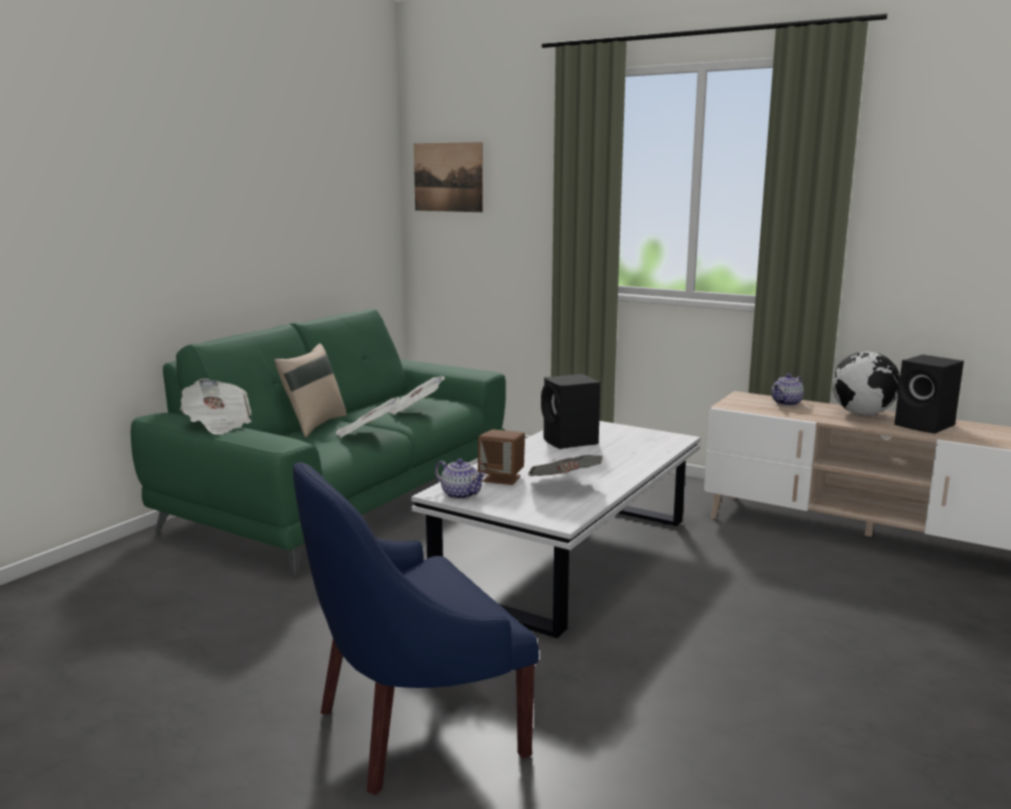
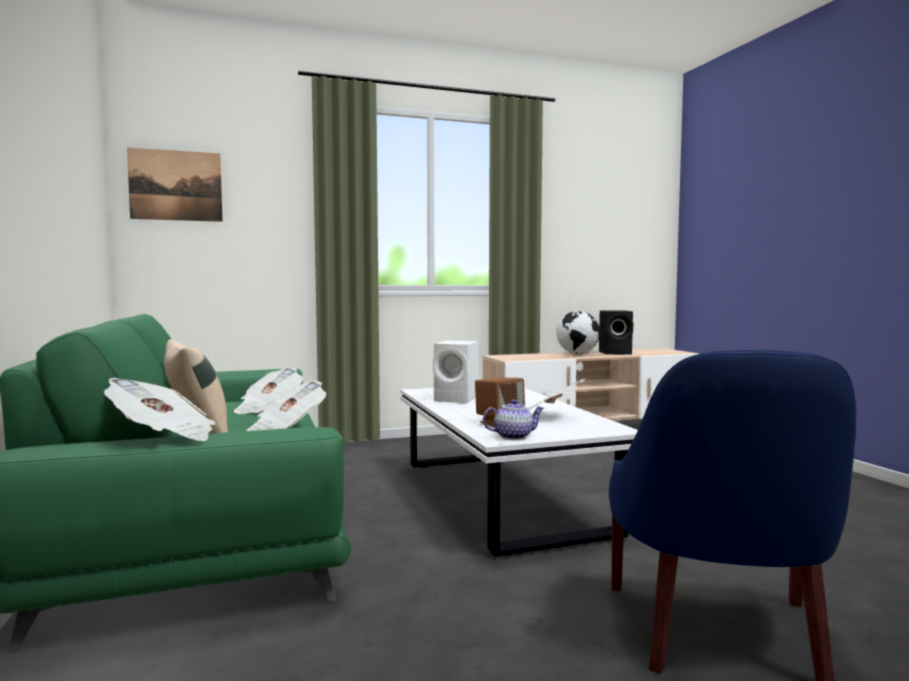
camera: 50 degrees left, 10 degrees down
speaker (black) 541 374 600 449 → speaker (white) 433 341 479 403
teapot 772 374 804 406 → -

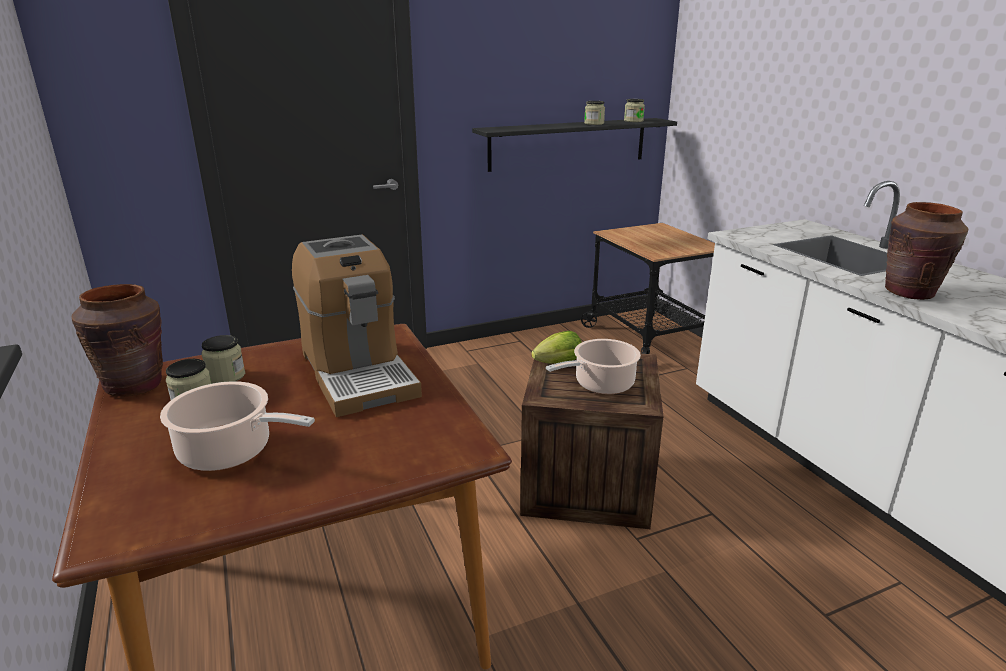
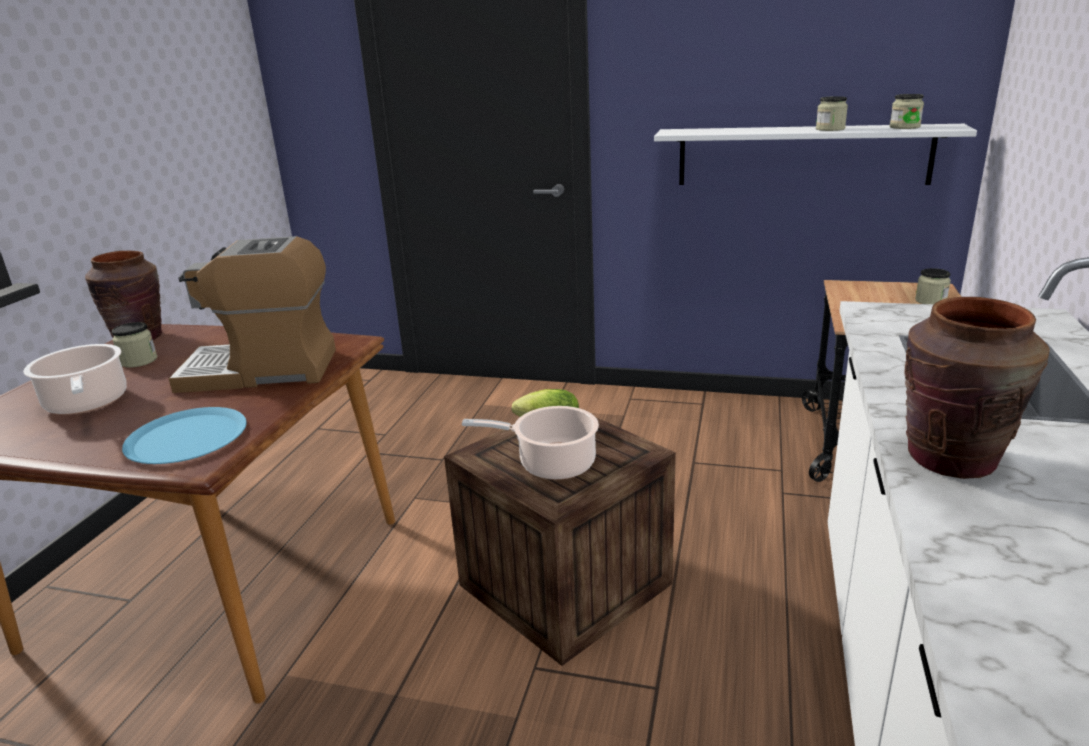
camera: 40 degrees right, 0 degrees up
shelf (black) 472 118 677 172 → shelf (white) 654 124 977 185
coffee machine 292 235 422 417 → coffee machine 169 236 336 393, 75 degrees clockwise
jar 202 335 245 383 → jar 915 268 951 304, relocated
- → plate (blue) 122 407 247 464

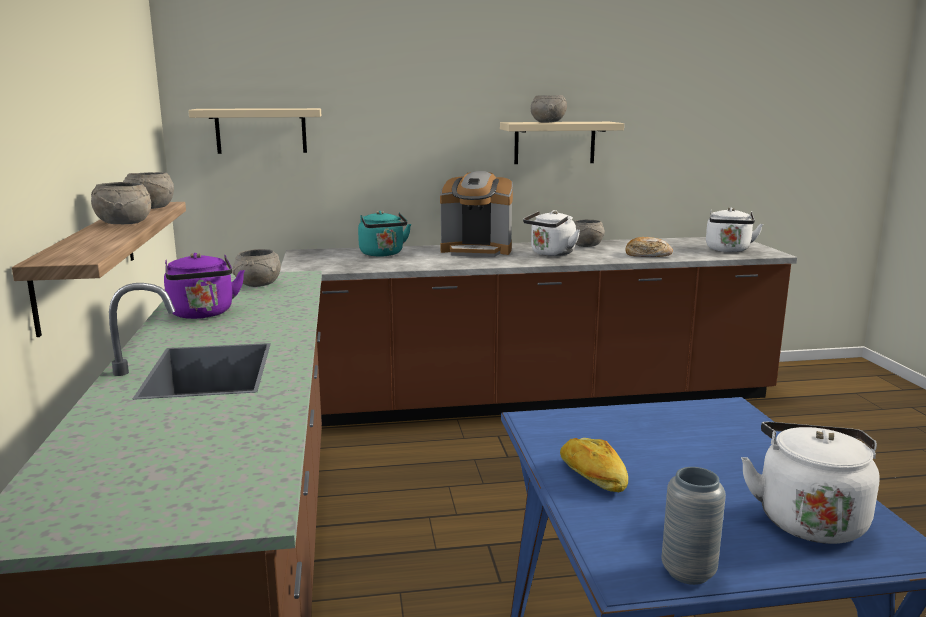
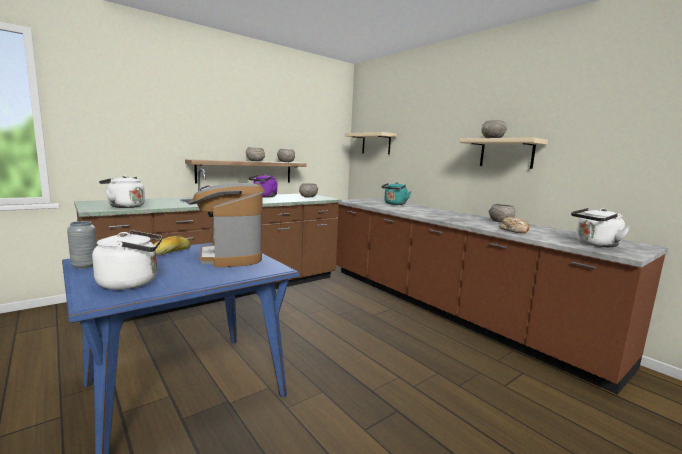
camera: 60 degrees right, 5 degrees down
coffee machine 440 171 513 257 → coffee machine 188 183 265 267, relocated
kettle (white) 523 210 580 256 → kettle (white) 99 175 145 208, relocated

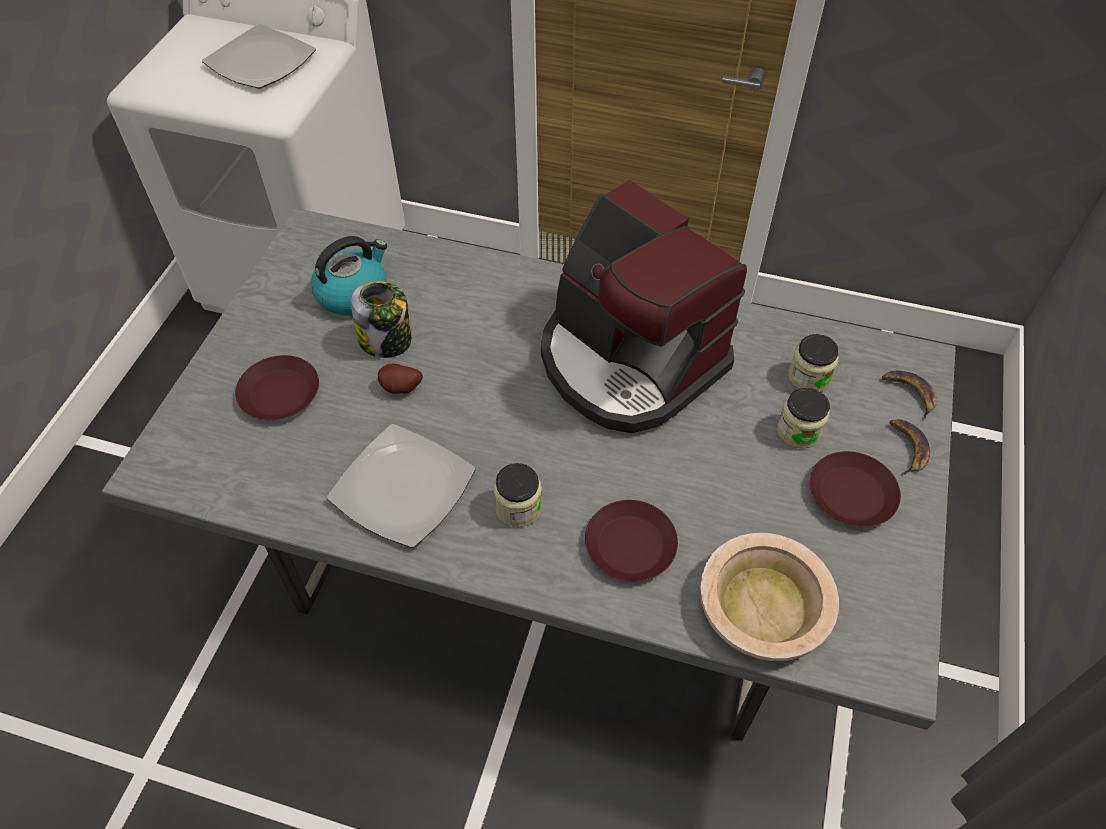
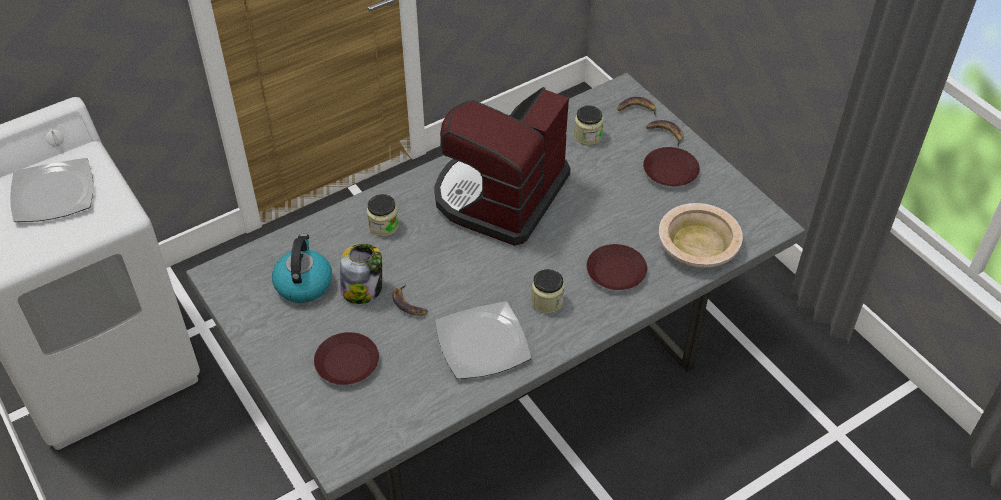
camera: 50 degrees left, 5 degrees down
coffee machine 541 180 747 433 → coffee machine 434 87 570 246, 120 degrees clockwise
potato 378 364 423 394 → banana 392 284 428 316
jar 777 388 830 449 → jar 367 194 399 237, relocated

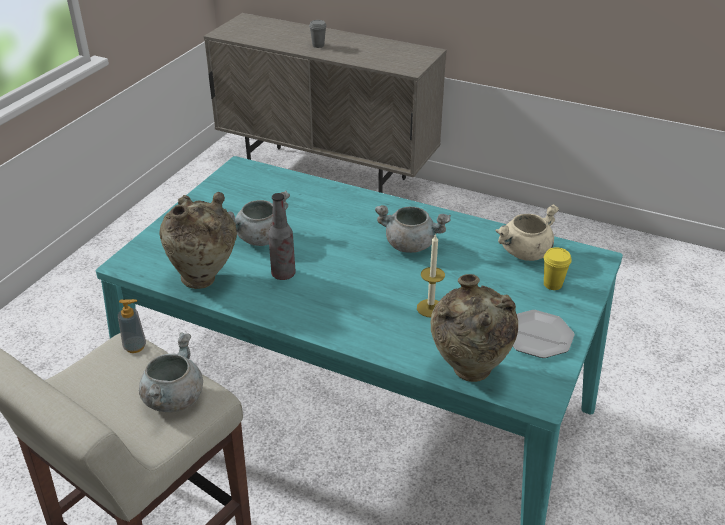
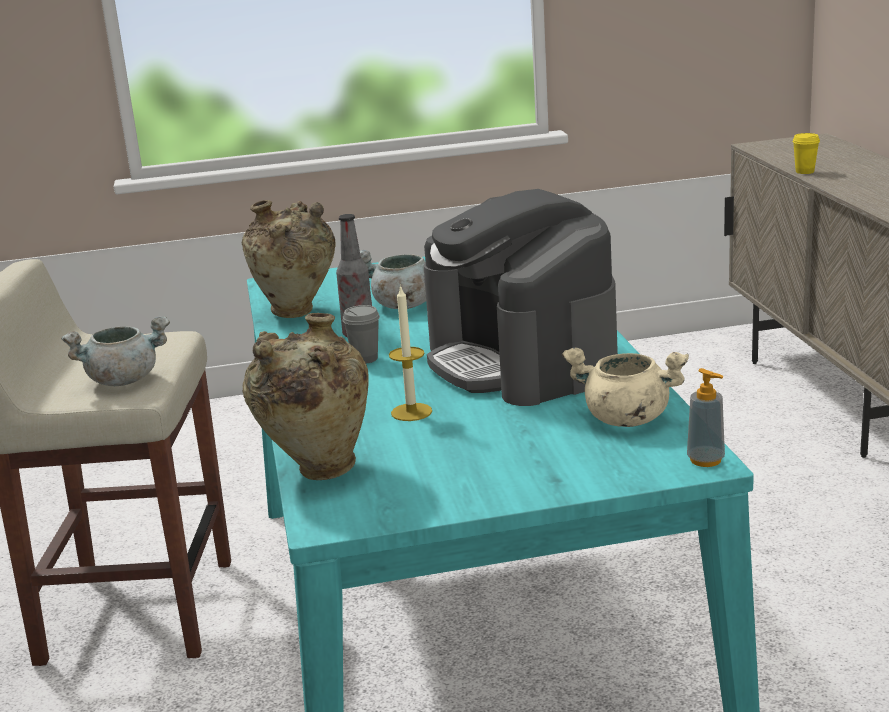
camera: 55 degrees right, 15 degrees down
cup (grey) 309 20 326 48 → cup (grey) 342 305 380 364, relocated
cooking pot (grey) 375 205 451 253 → coffee machine 424 189 618 406
cup (yellow) 544 247 572 290 → cup (yellow) 792 133 820 174, relocated
soap dispenser 118 299 146 353 → soap dispenser 687 368 725 467, relocated
plate 513 310 575 358 → -

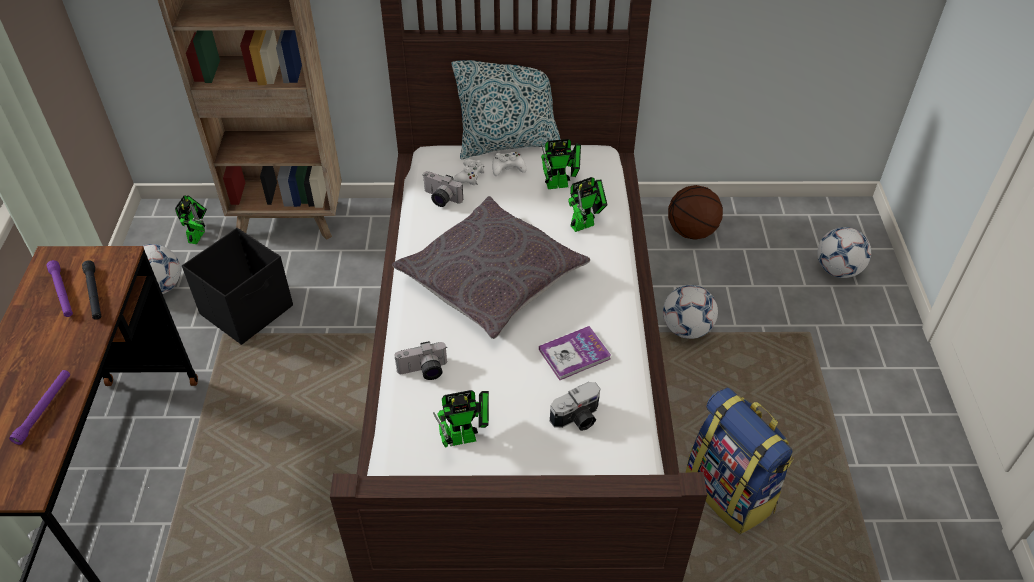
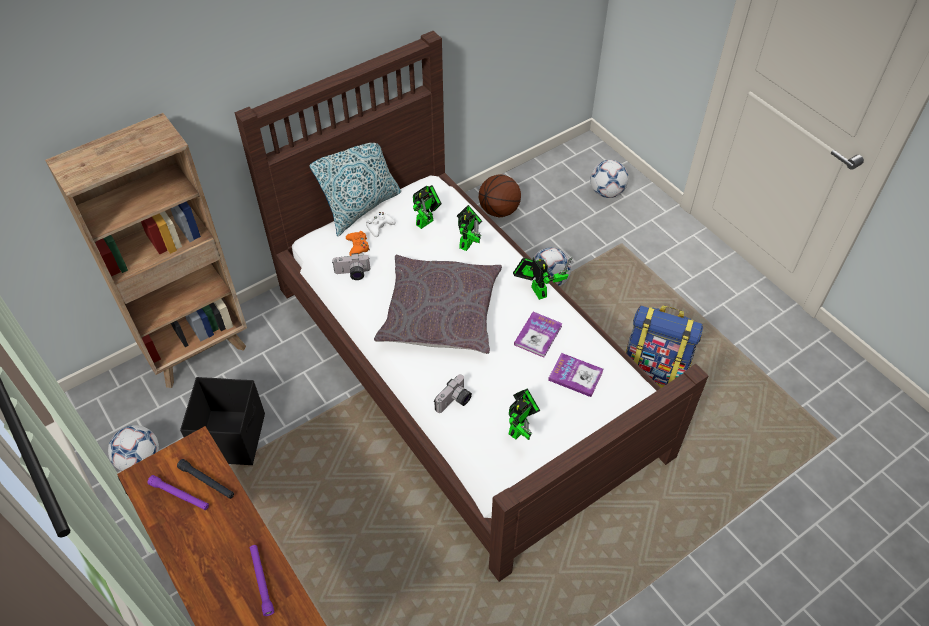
camera: 35 degrees left, 5 degrees up
game controller (white) 453 159 485 185 → game controller (orange) 346 231 370 256
toy robot 175 195 207 244 → toy robot 513 257 573 300, relocated
photo camera 550 382 600 431 → book 548 353 603 397

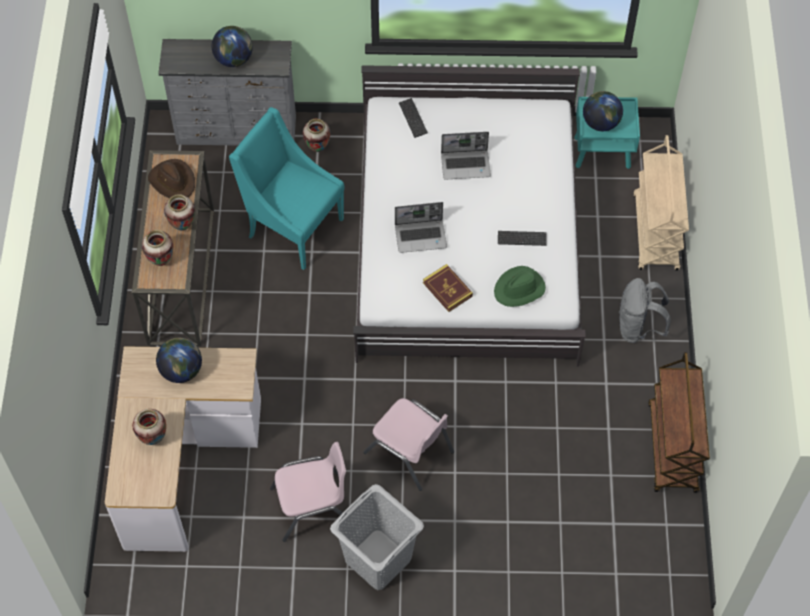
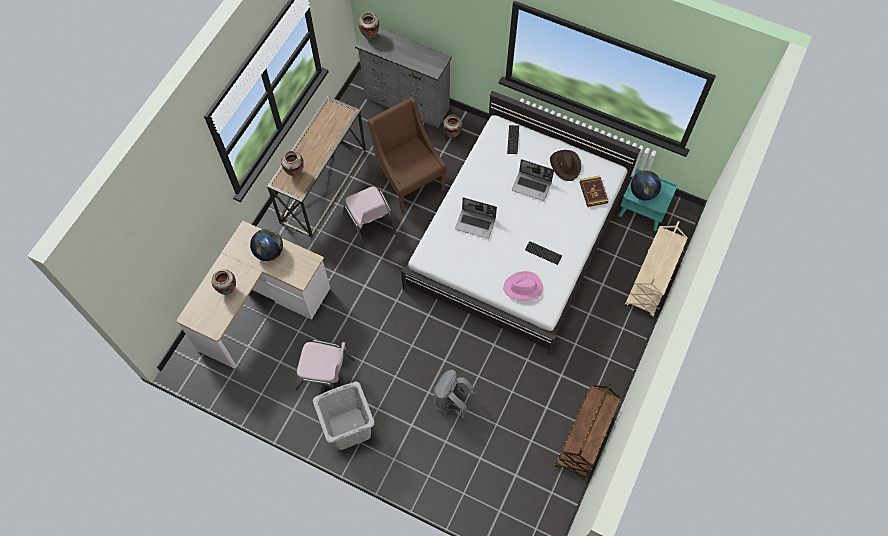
camera: 25 degrees right, 5 degrees up
globe 212 26 253 67 → -
armchair (turquoise) 229 107 344 270 → armchair (brown) 368 97 447 213
hat (brown) 148 159 195 198 → hat (brown) 550 150 581 181, relocated
vase 164 194 195 231 → vase 358 12 379 39, relocated
book 423 264 473 312 → book 579 176 608 207, relocated
hat (green) 494 266 546 307 → hat (pink) 503 271 543 301
backpack (grey) 619 278 671 343 → backpack (grey) 433 370 476 418, relocated
chair (pink) 363 398 454 491 → chair (pink) 343 187 397 249, relocated

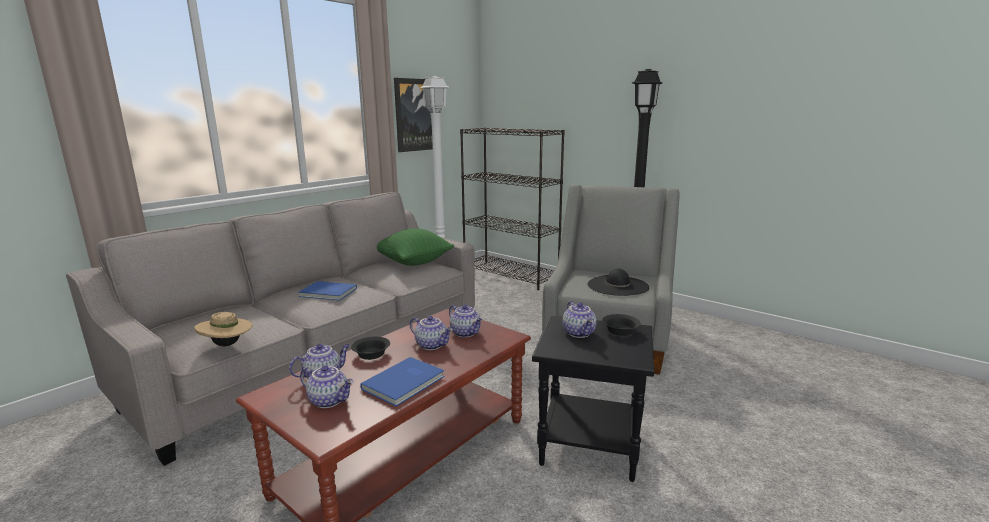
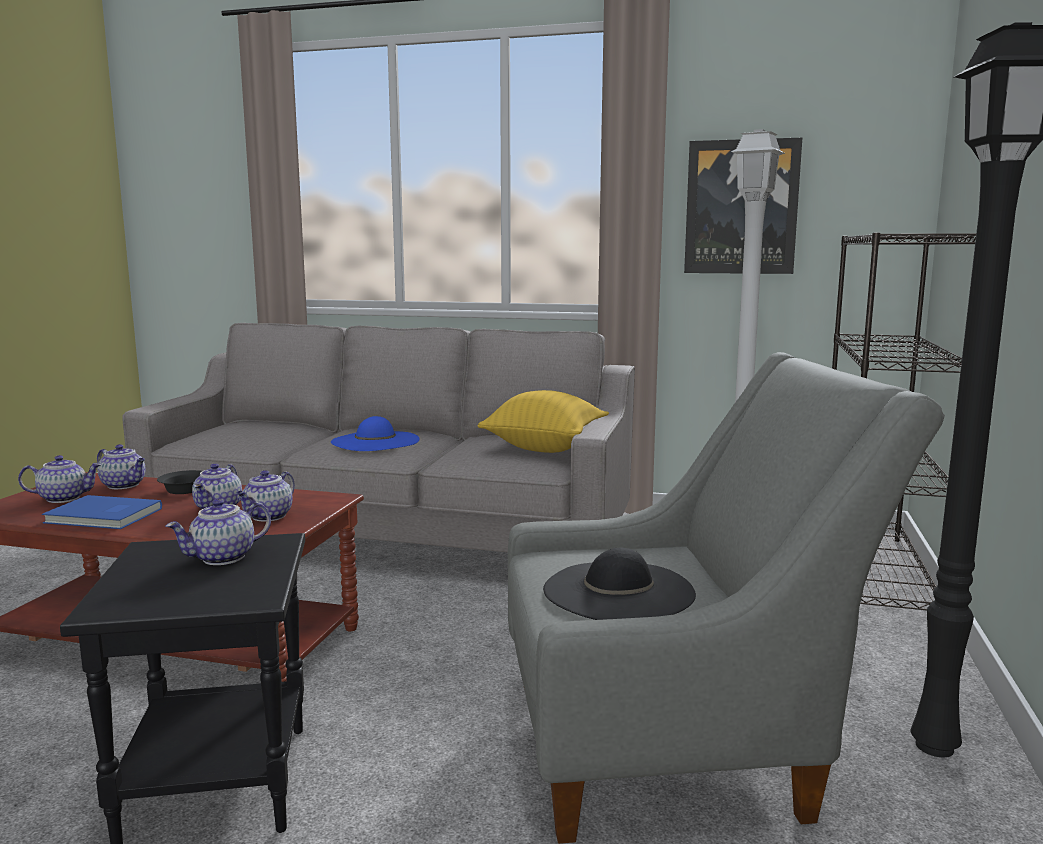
camera: 65 degrees right, 5 degrees down
pillow (green) 377 229 454 266 → pillow (yellow) 478 390 609 453
book (blue) 298 281 357 300 → hat (blue) 331 416 420 451
hat (beige) 194 312 253 346 → -
bowl (black) 602 314 641 336 → -
teapot 300 365 354 408 → teapot 18 455 102 503, 105 degrees counterclockwise

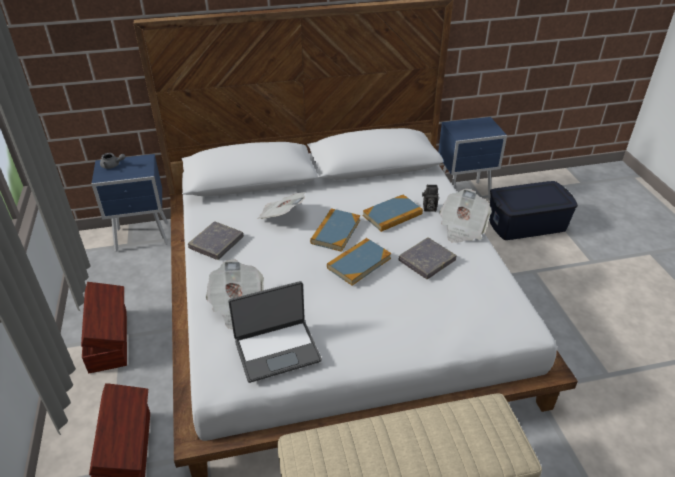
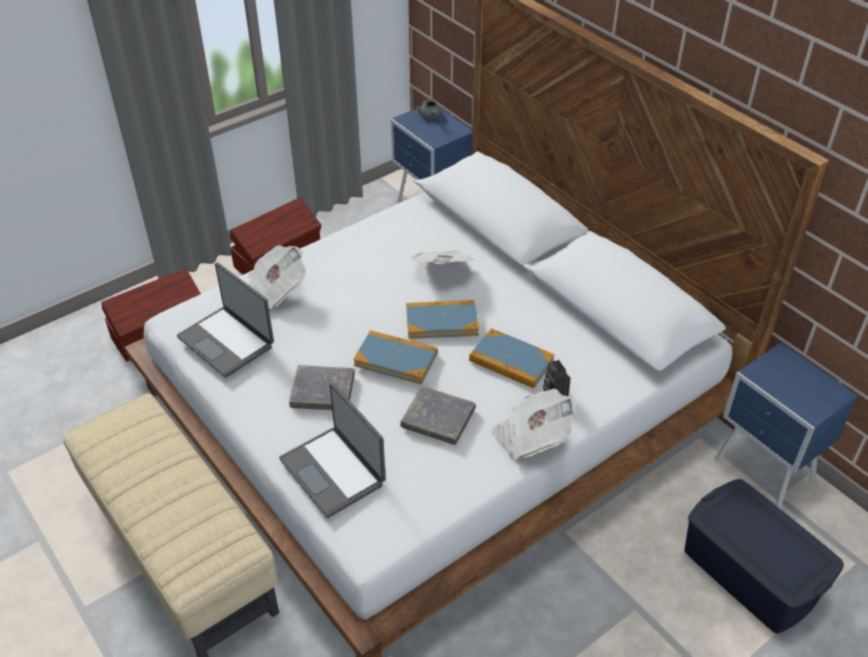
camera: 65 degrees right, 5 degrees up
book (grey) 188 221 244 260 → book (grey) 289 365 355 410, relocated
- → laptop 279 383 386 518

